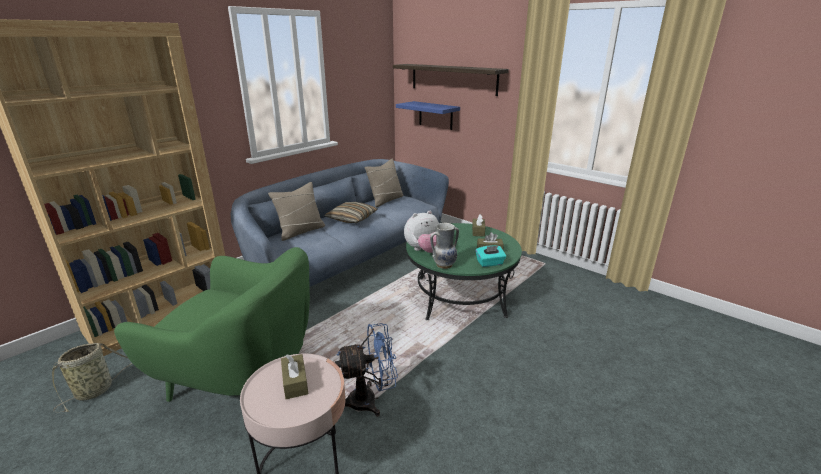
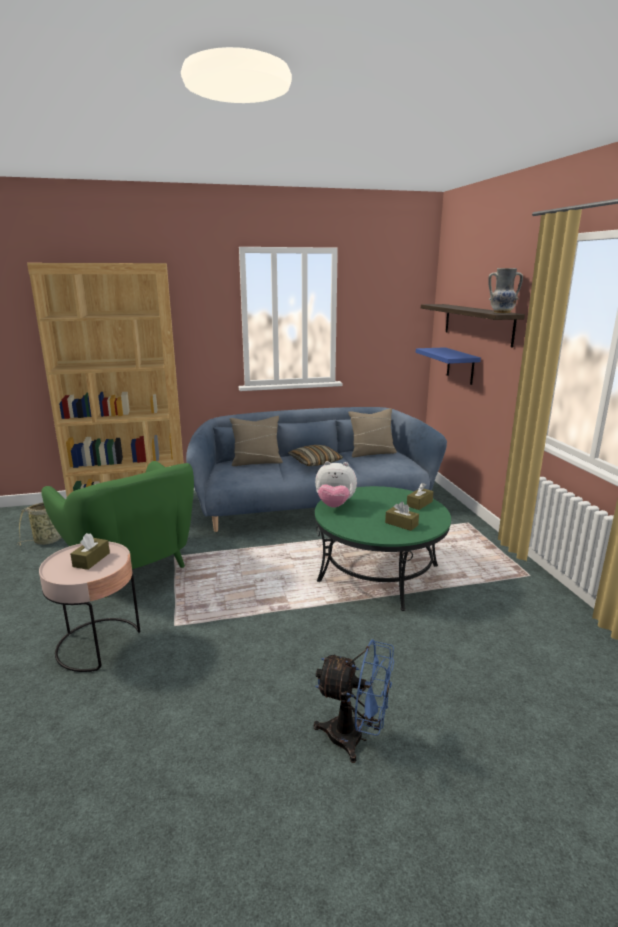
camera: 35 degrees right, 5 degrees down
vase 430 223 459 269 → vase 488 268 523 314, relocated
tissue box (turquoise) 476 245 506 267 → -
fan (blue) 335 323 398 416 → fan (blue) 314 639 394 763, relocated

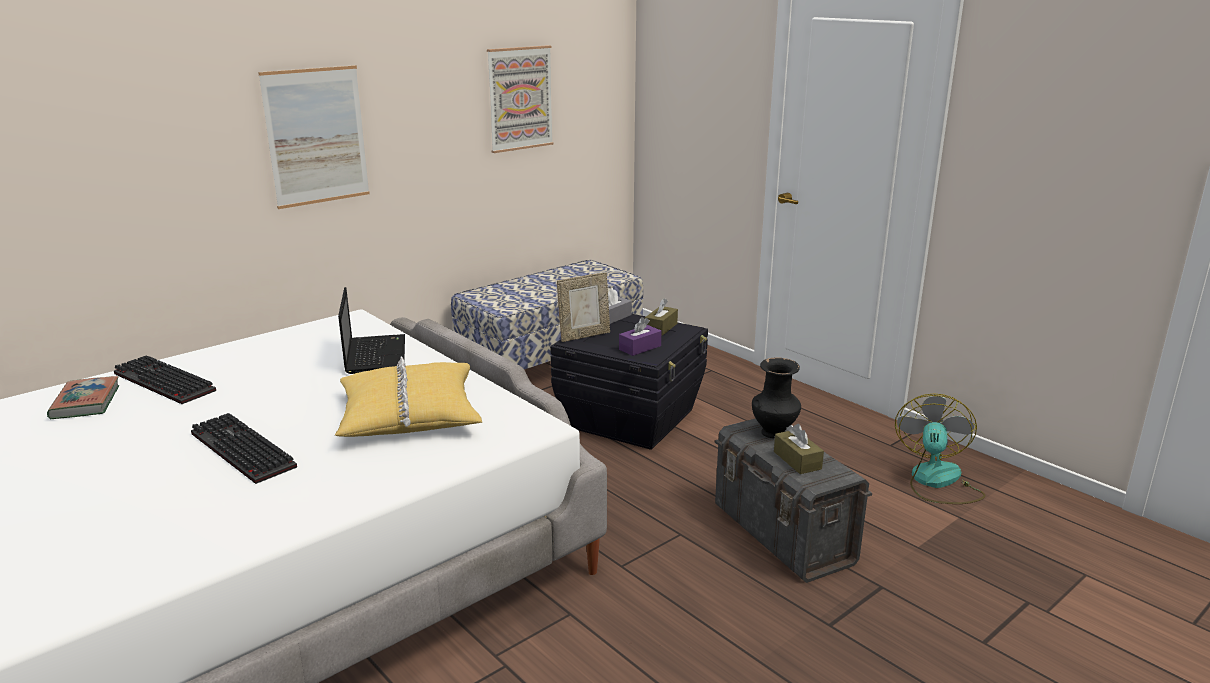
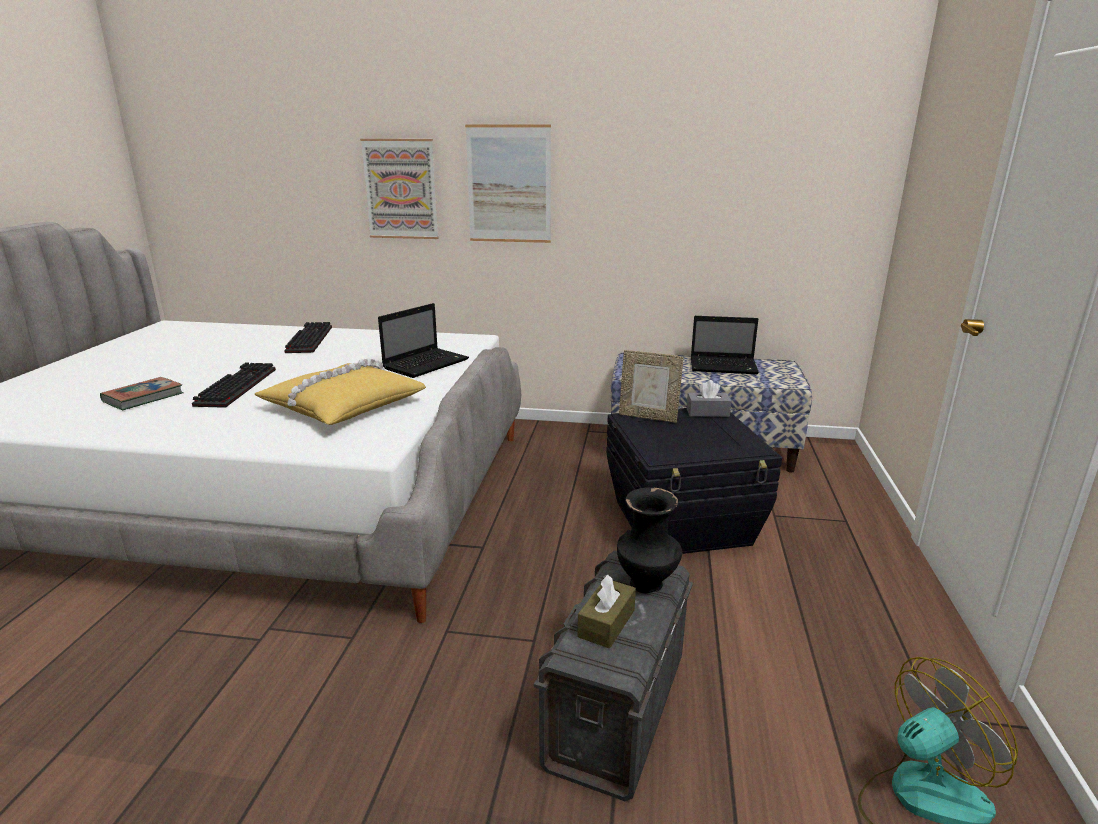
camera: 50 degrees right, 0 degrees up
picture 487 45 554 153 → picture 360 139 438 239, relocated
tissue box (brown) 645 298 678 336 → -
tissue box (purple) 619 317 661 356 → -
book 47 376 120 420 → book 100 377 184 410, relocated
- → laptop 691 316 759 374

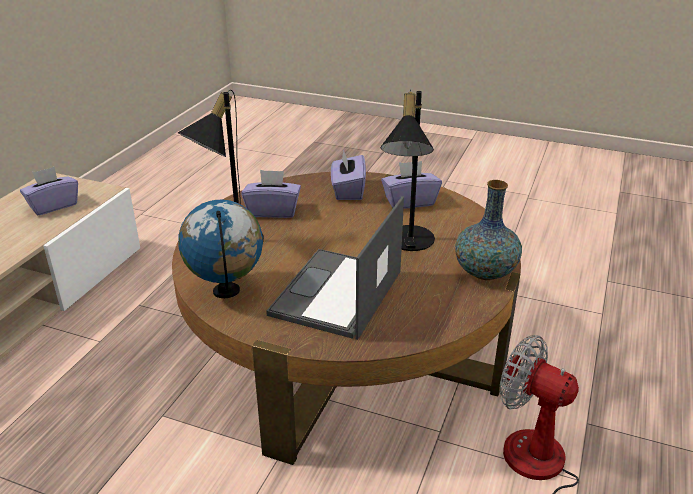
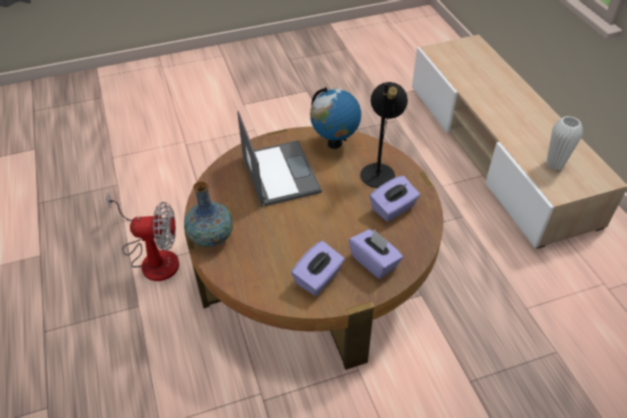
camera: 140 degrees right, 15 degrees up
table lamp (black) 381 89 435 251 → -
tissue box (purple) 20 167 78 215 → vase (white) 546 116 583 170

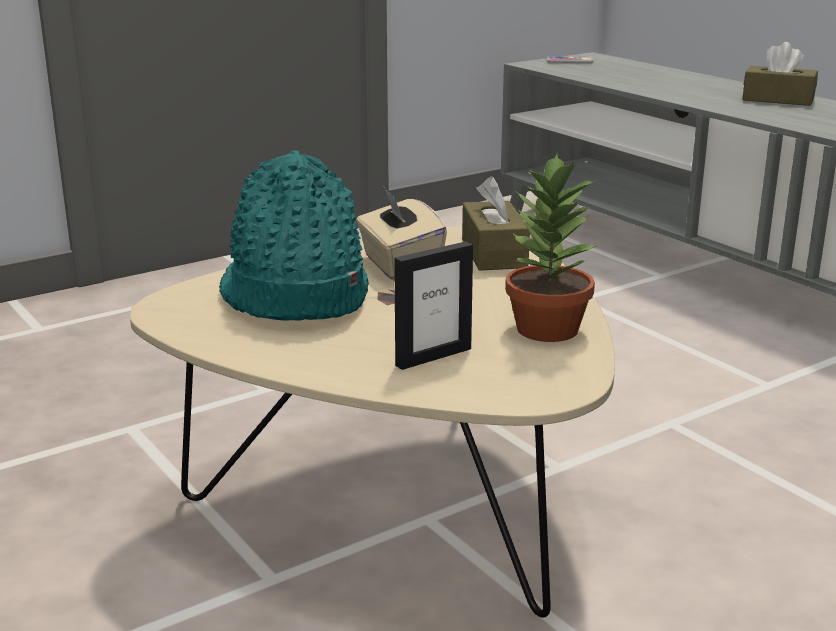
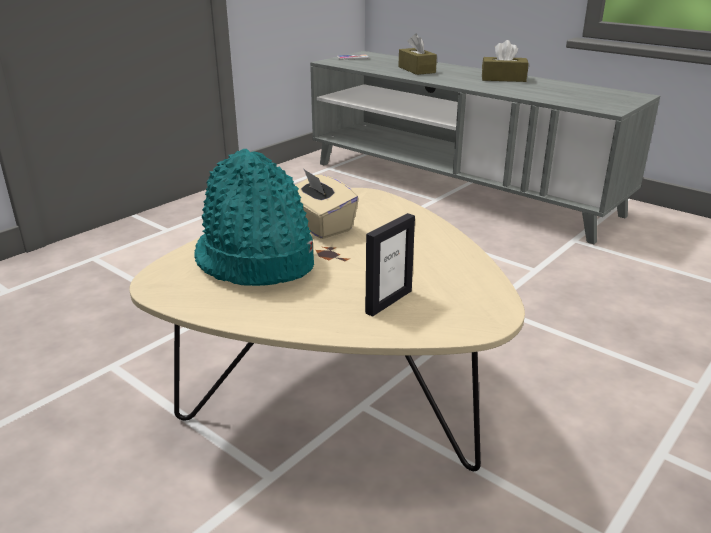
camera: 15 degrees left, 5 degrees up
potted plant 505 154 598 342 → -
tissue box (brown) 462 176 530 271 → tissue box (brown) 398 34 437 75, relocated

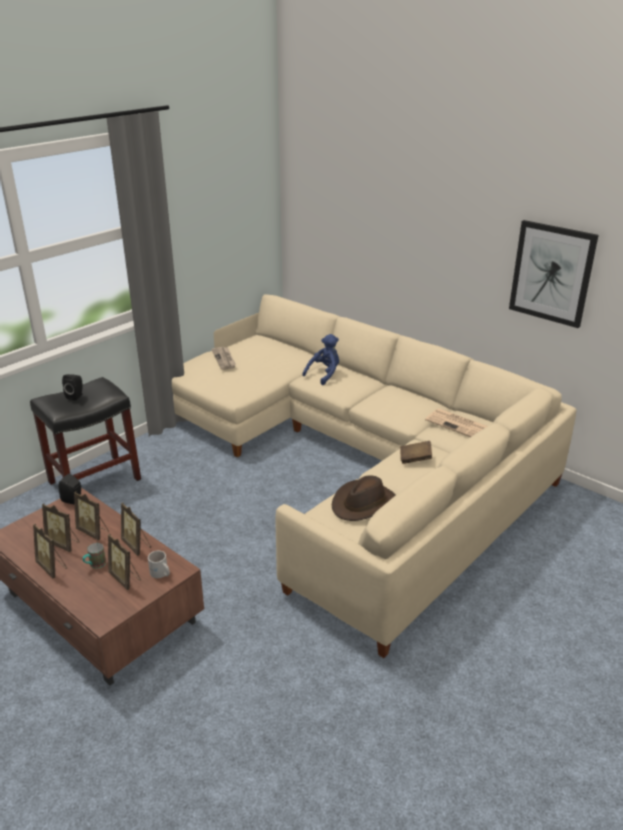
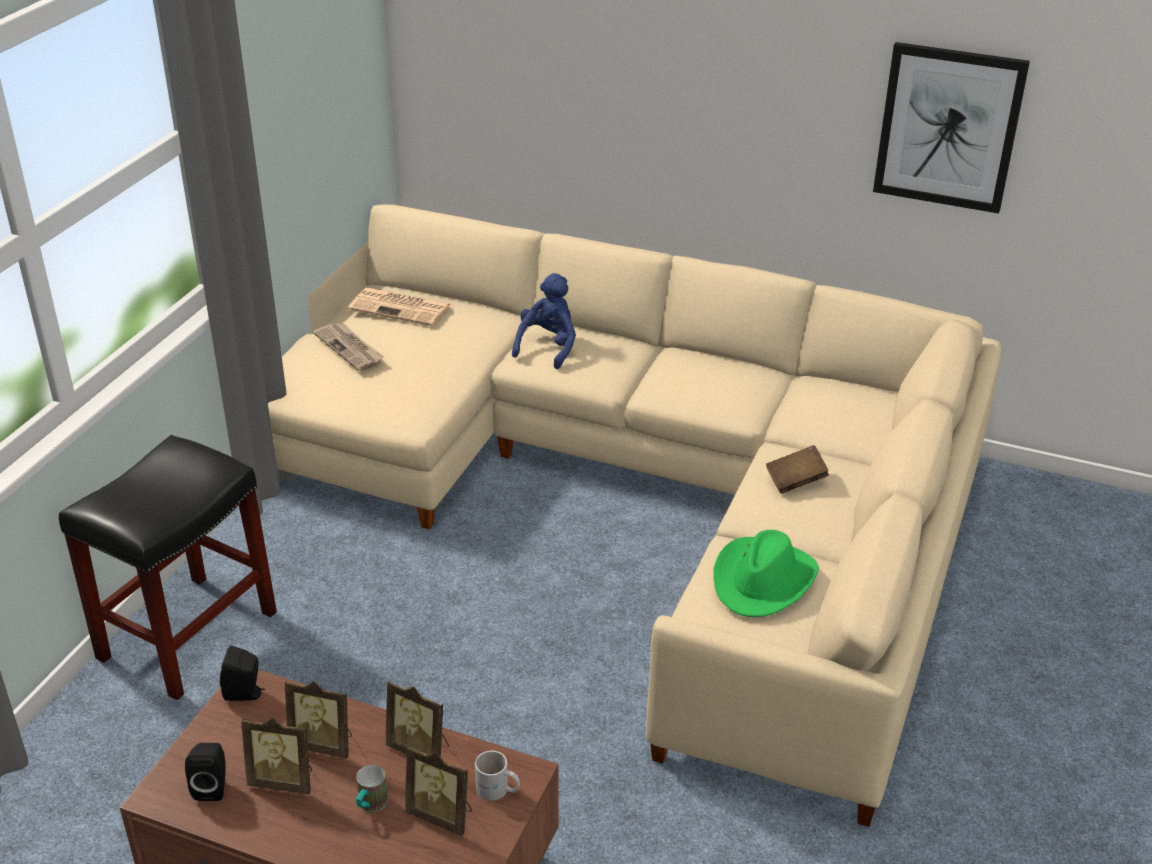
camera: 20 degrees left, 5 degrees up
speaker (black) 62 374 83 401 → speaker (black) 185 743 225 801, relocated
newspaper 425 409 488 437 → newspaper 348 288 451 326, relocated
hat (brown) 332 475 396 521 → hat (green) 713 530 819 617
picture frame 33 524 67 579 → -

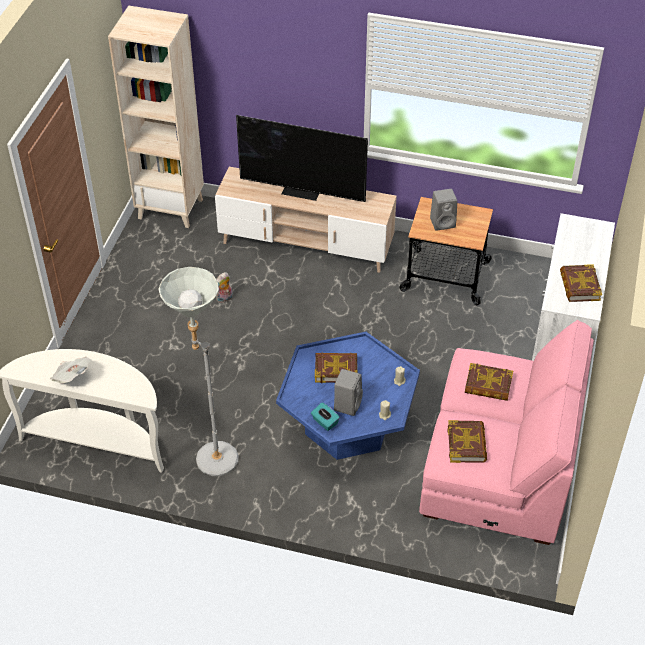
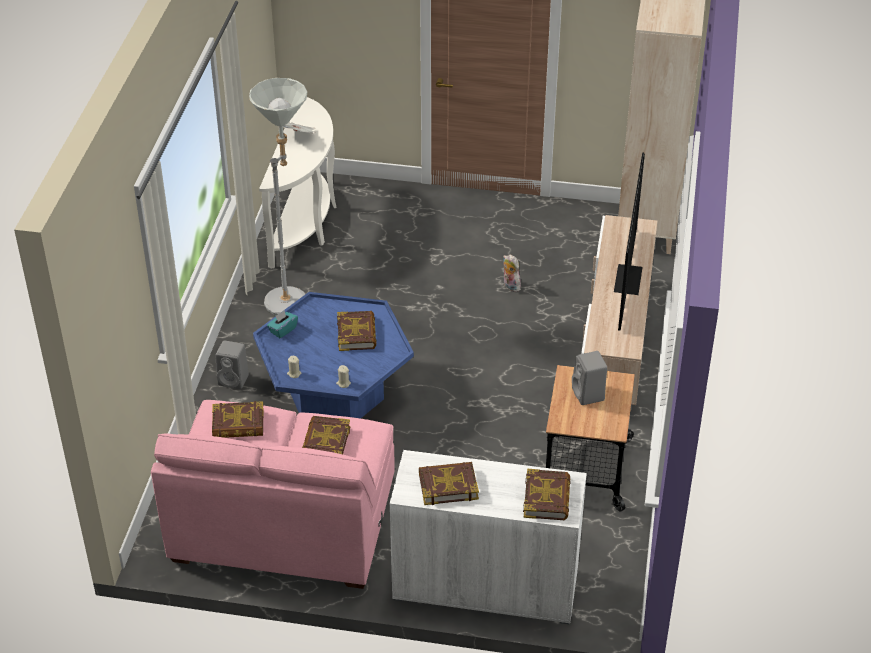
camera: 85 degrees right, 5 degrees down
speaker (grey) 334 369 363 416 → speaker (grey) 215 340 249 389, relocated
- → book 523 469 571 520

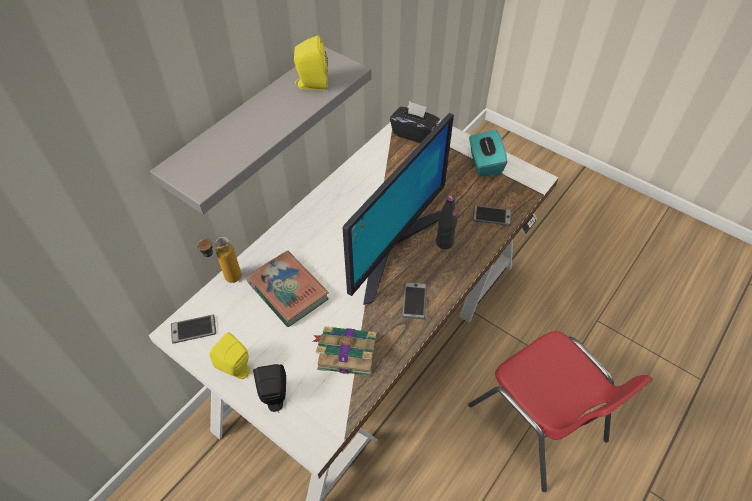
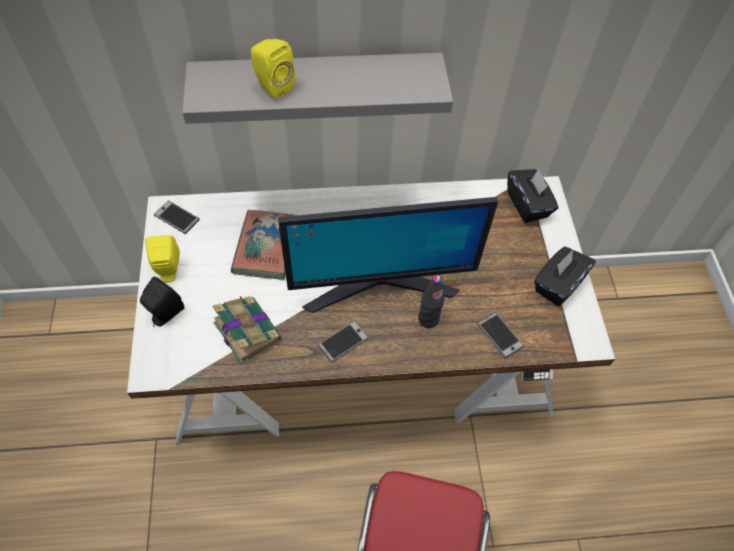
camera: 45 degrees right, 5 degrees up
speaker (yellow) 294 36 328 90 → speaker (yellow) 251 39 296 99, relocated
tissue box (turquoise) 469 129 508 177 → tissue box (black) 534 247 596 306
bottle 196 237 242 283 → -

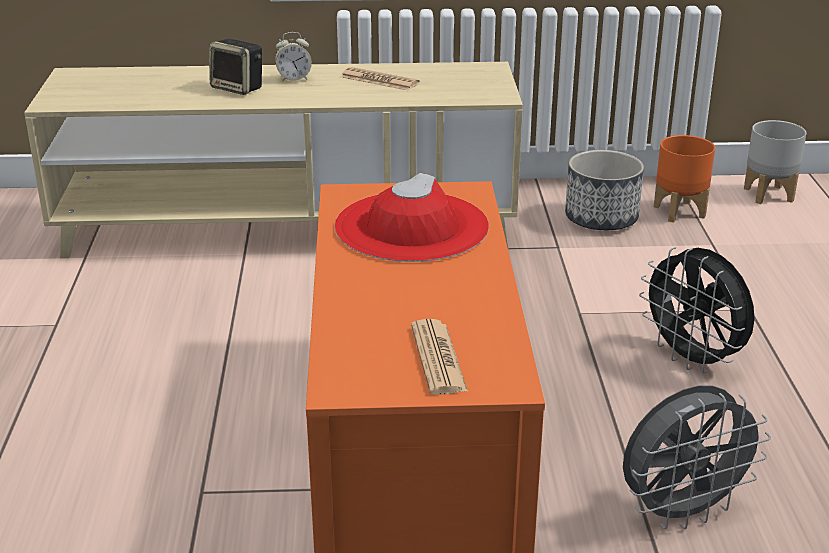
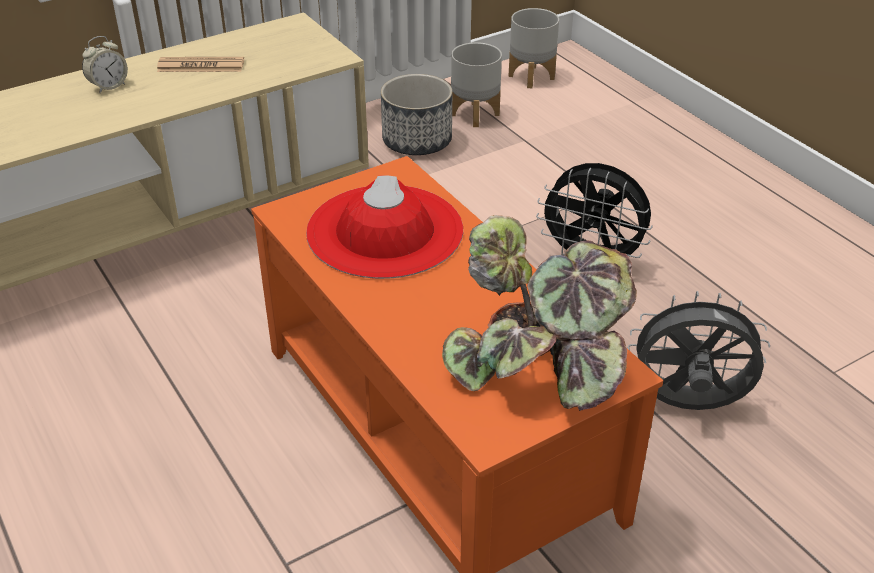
camera: 30 degrees left, 10 degrees up
speaker 209 39 262 95 → -
planter (orange) 654 135 715 223 → planter (grey) 451 42 502 127
newspaper 411 319 468 395 → potted plant 442 215 637 411
fan (grey) 623 386 771 529 → fan (grey) 628 291 770 410, 120 degrees counterclockwise

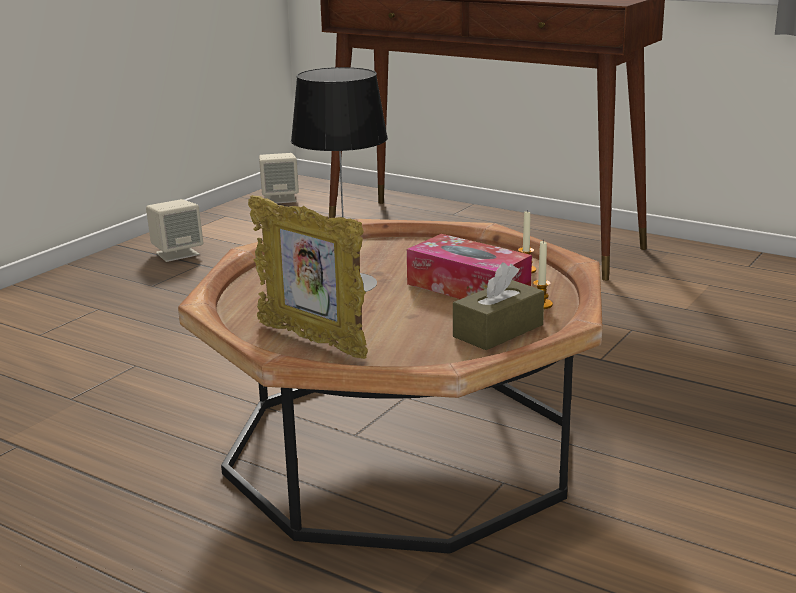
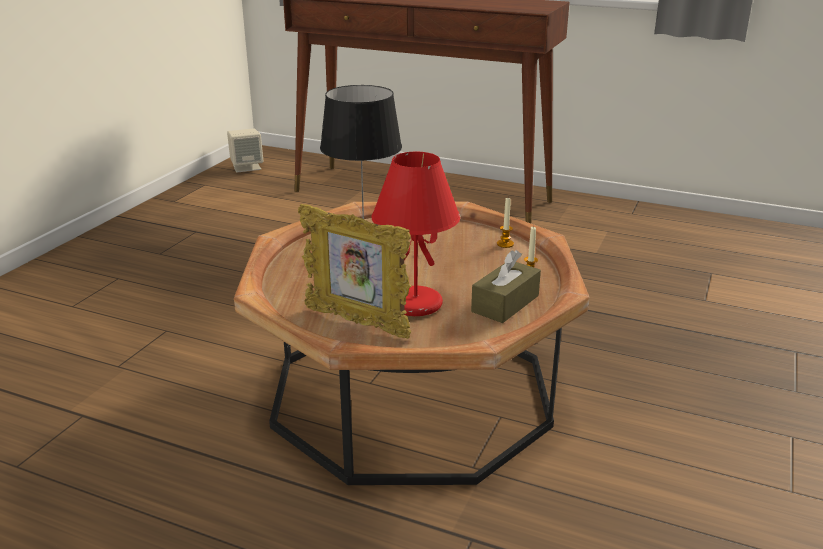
camera: 10 degrees left, 5 degrees up
speaker (beige) 146 199 203 262 → -
tissue box 407 234 532 299 → -
- → table lamp (red) 371 152 460 316

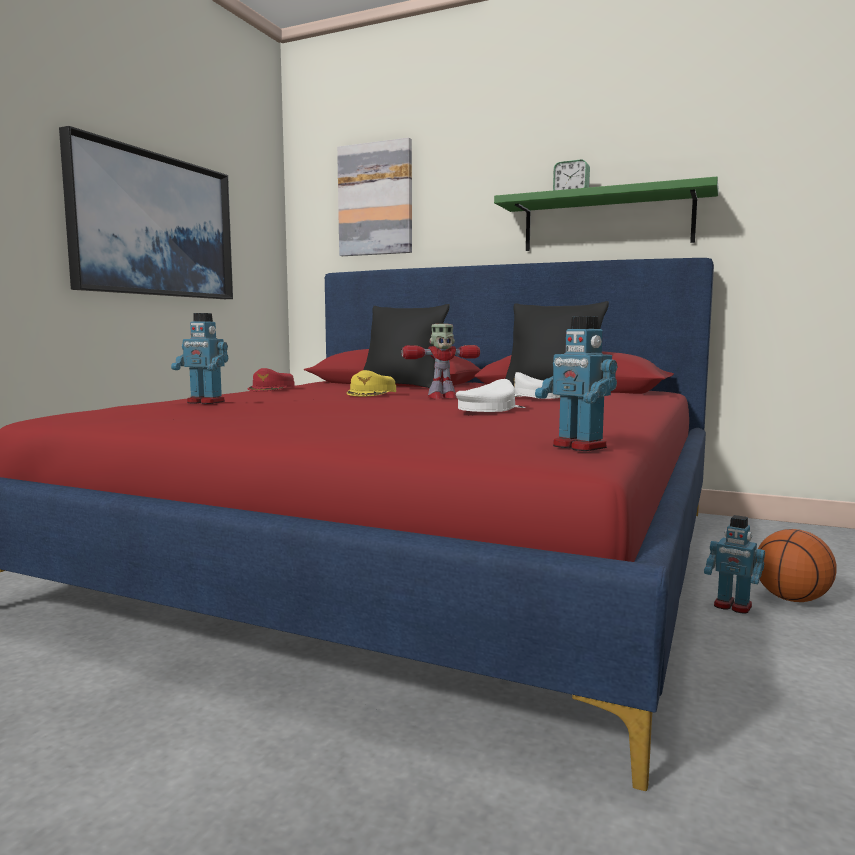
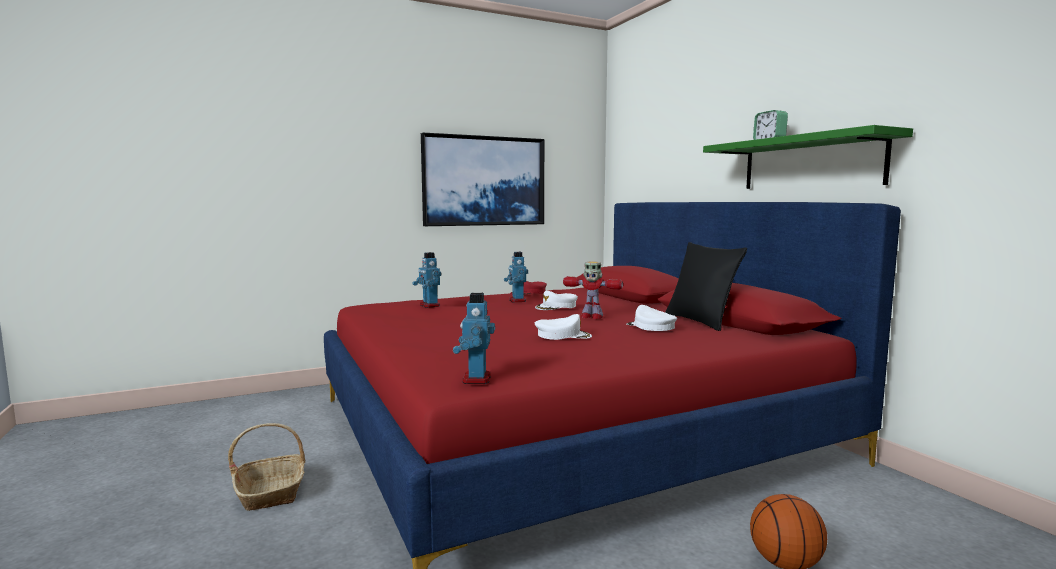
camera: 40 degrees right, 0 degrees up
picture 337 138 412 256 → -
pillow (black) 364 304 450 388 → -
cap (yellow) 347 370 396 397 → cap (white) 535 291 578 310
toy robot 704 515 765 614 → toy robot 504 252 528 302, relocated
- → basket 228 423 305 511

